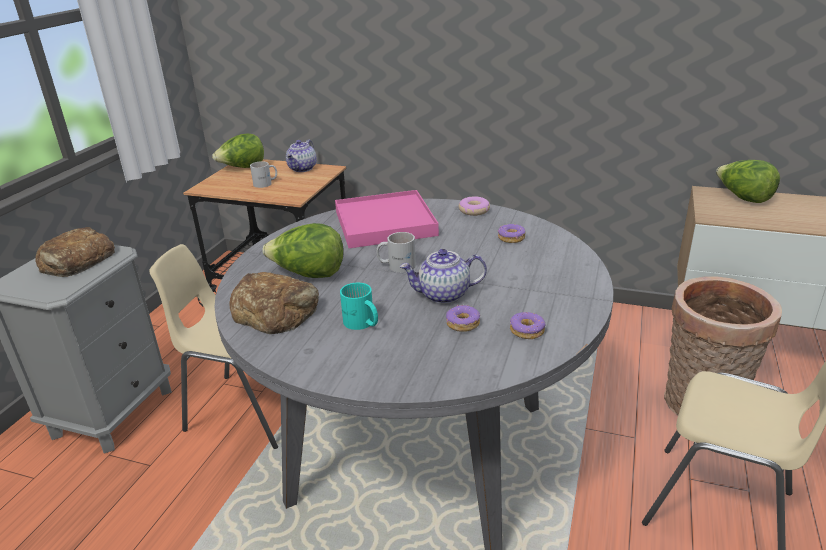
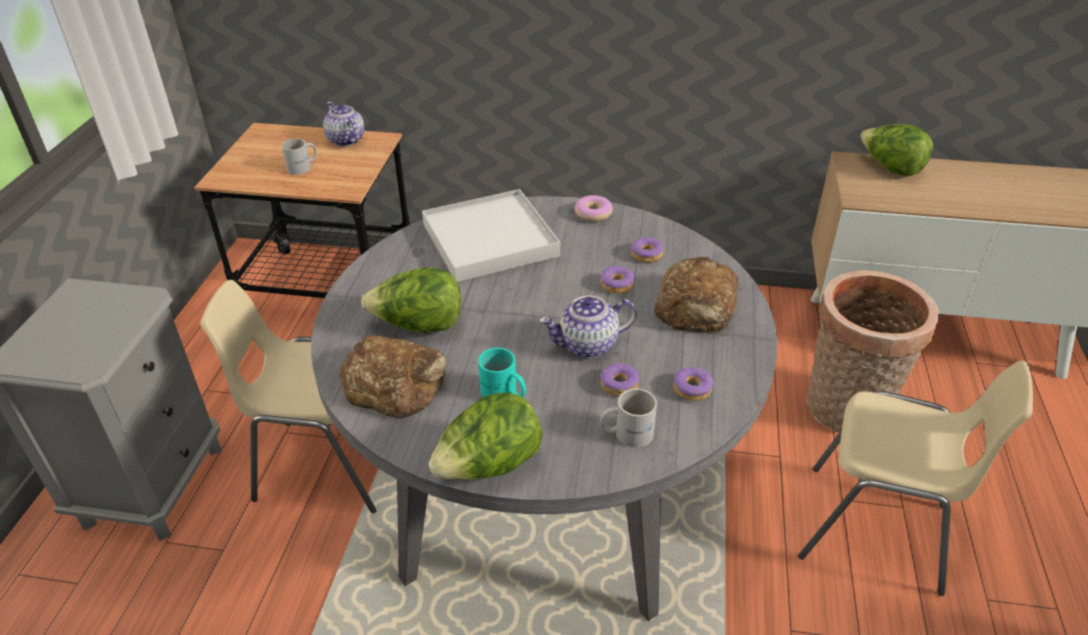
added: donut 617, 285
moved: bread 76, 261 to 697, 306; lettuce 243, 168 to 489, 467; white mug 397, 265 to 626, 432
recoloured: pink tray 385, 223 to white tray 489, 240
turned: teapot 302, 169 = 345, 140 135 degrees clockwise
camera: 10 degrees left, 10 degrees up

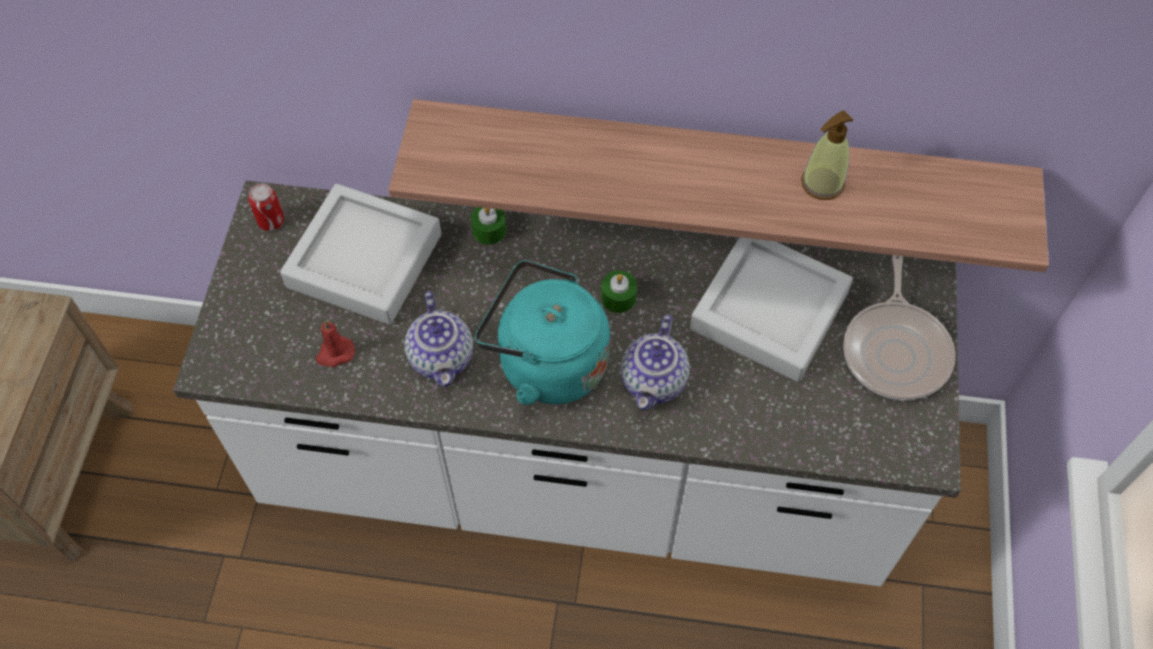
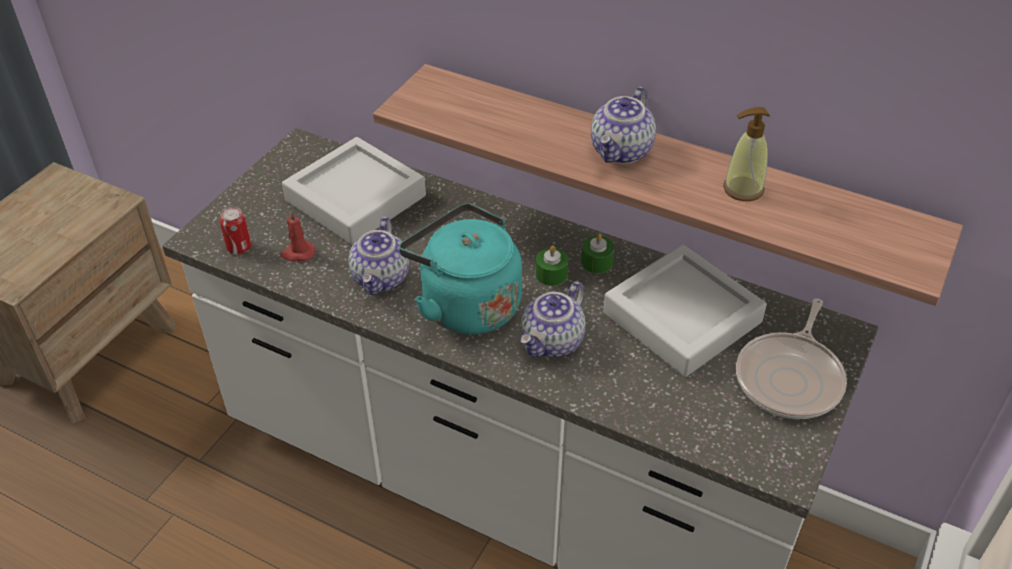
added: teapot 622, 151
moved: can 271, 221 to 239, 247; green candle 489, 230 to 596, 262
camera: 20 degrees right, 15 degrees down

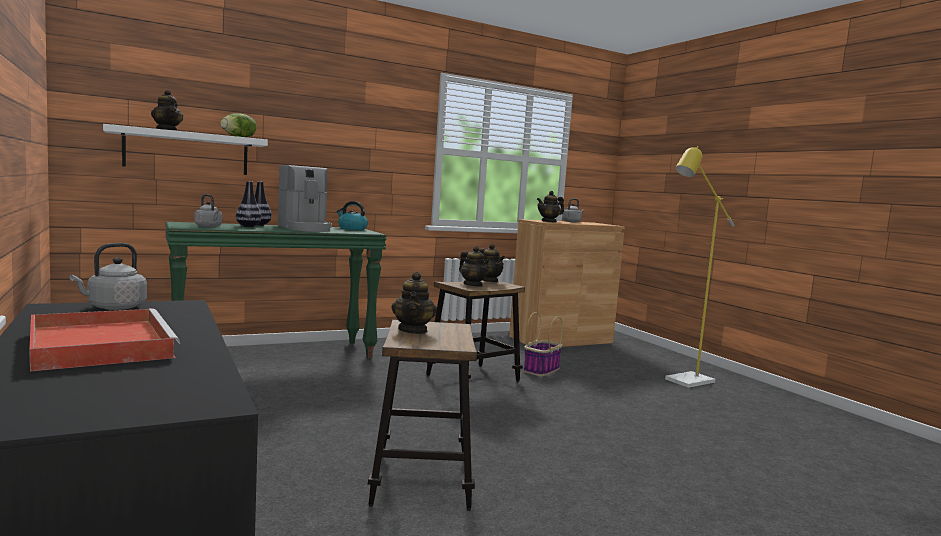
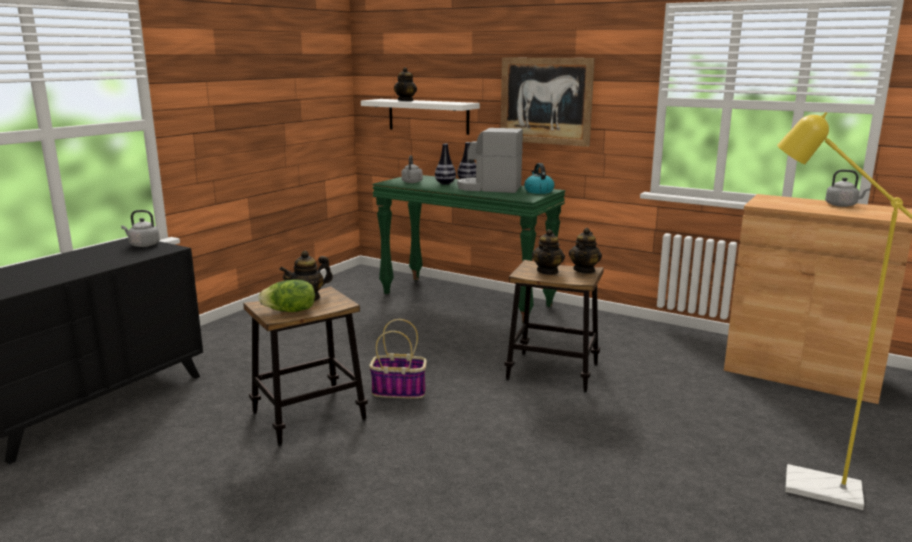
removed: red tray 99, 344; teapot 549, 221
added: picture 545, 101
moved: lettuce 239, 137 to 290, 311; basket 541, 370 to 400, 391
turned: coffee machine 305, 228 = 489, 188 75 degrees clockwise
camera: 60 degrees right, 10 degrees up

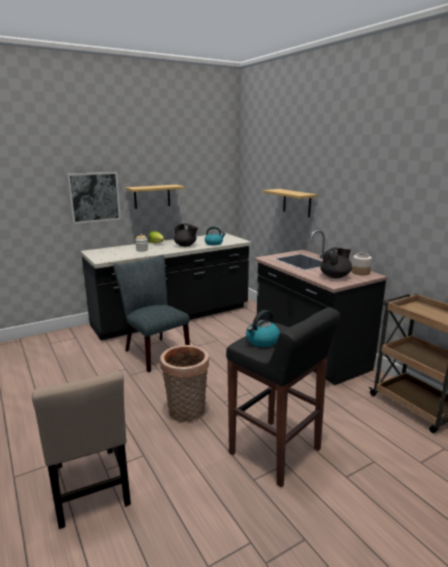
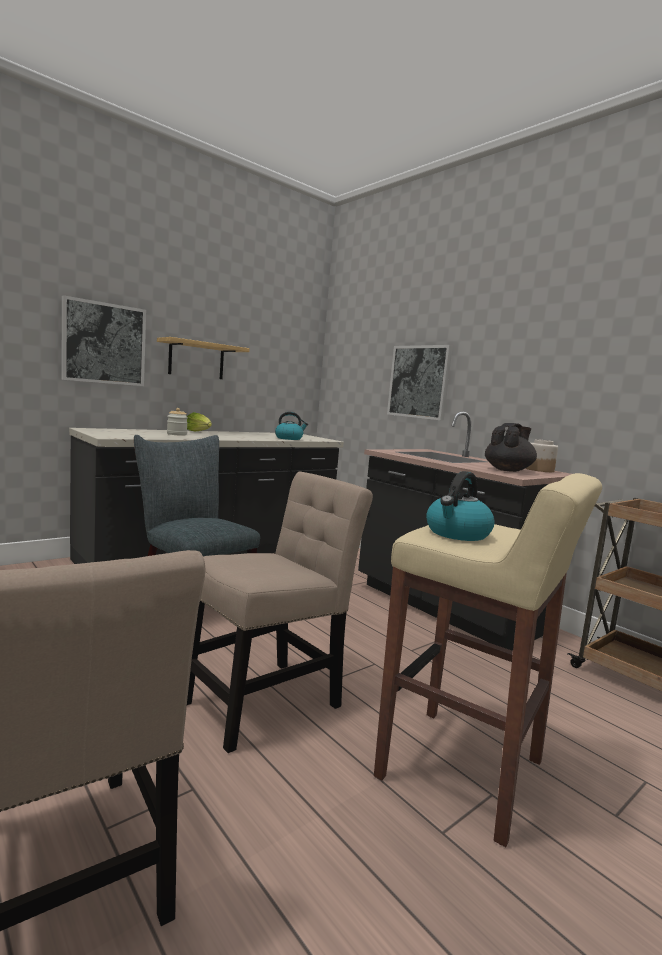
removed: black teapot 185, 246
replaced: basket 186, 413 to beige chair 268, 700; shelf 297, 203 to picture 419, 382
recoloured: black stool 276, 452 to beige stool 463, 771
camera: 10 degrees left, 10 degrees down

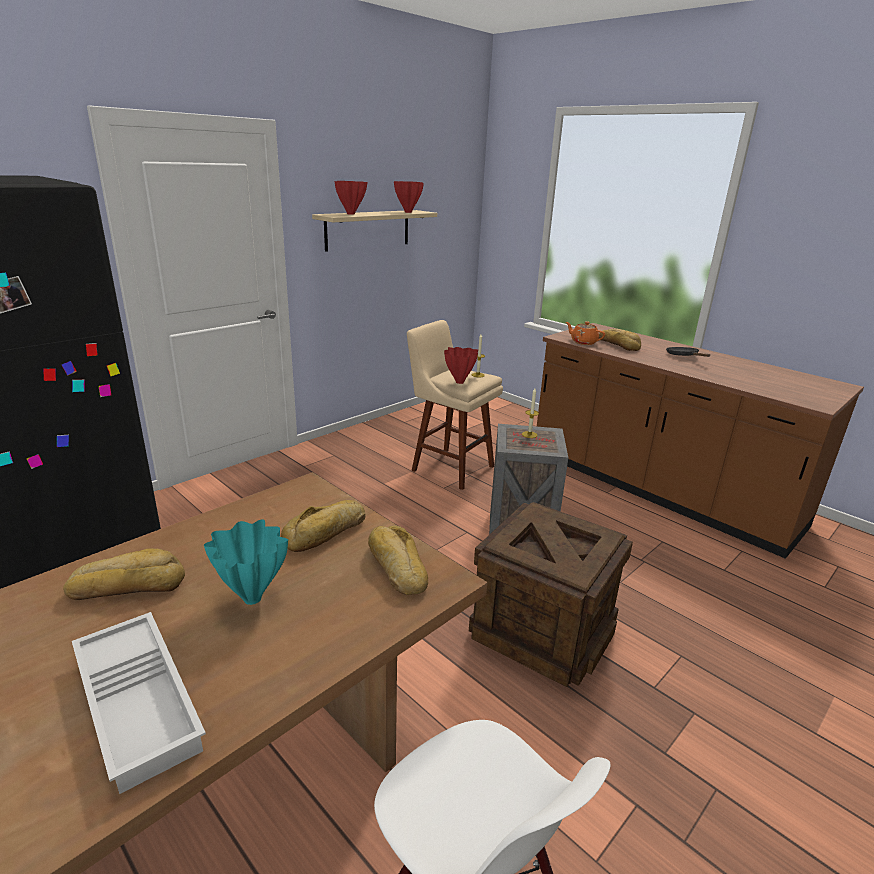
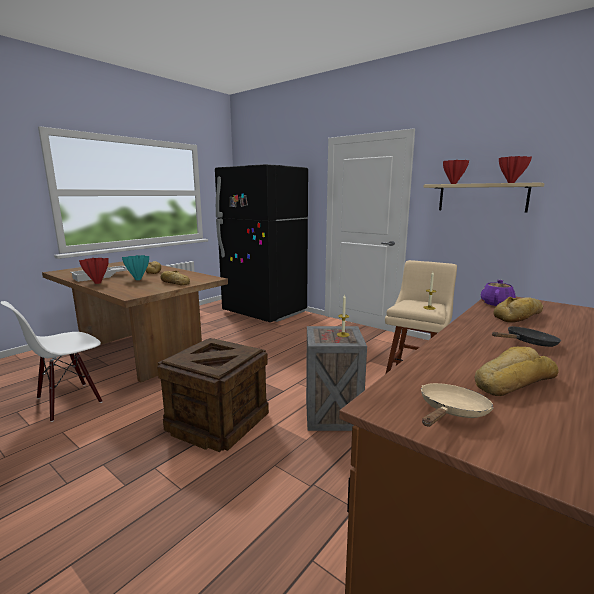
added: beige frying pan 451, 412
moved: bread 396, 567 to 512, 381; red vase 459, 382 to 97, 283
recoloured: orange teapot 583, 342 to purple teapot 496, 303
camera: 85 degrees right, 10 degrees down

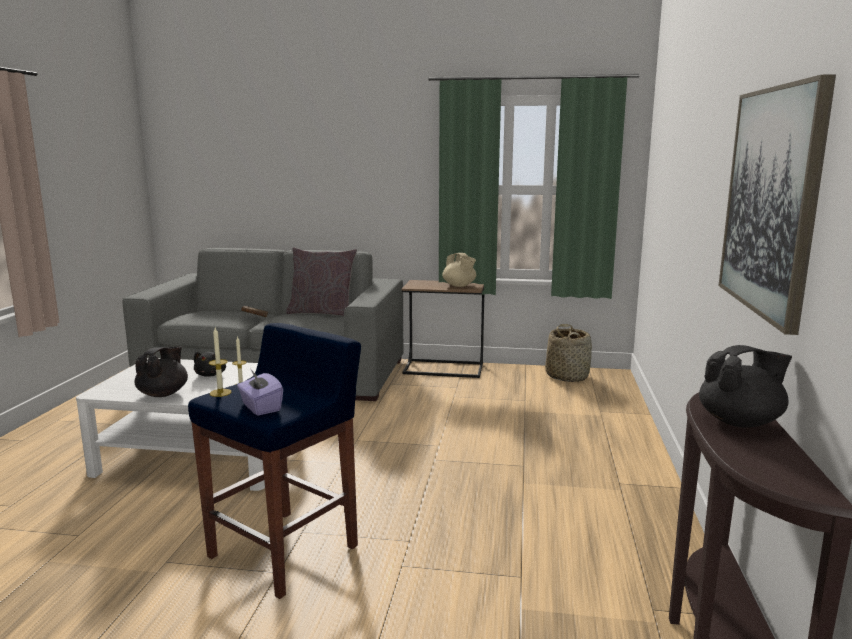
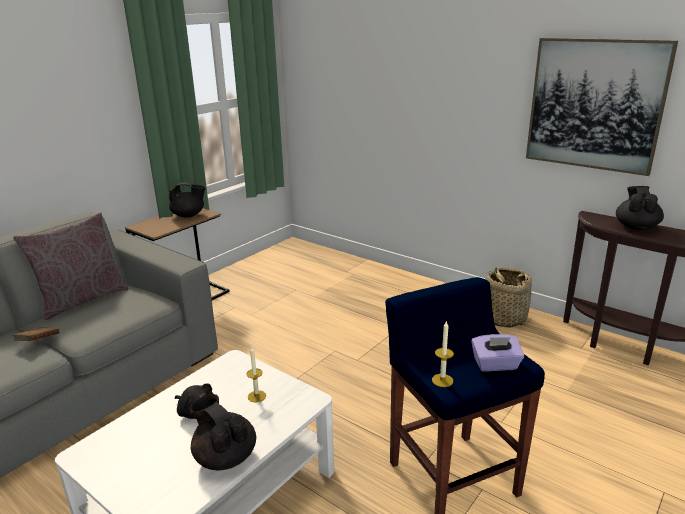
moved: basket 567, 376 to 502, 318
recoloured: beige teapot 459, 286 to black teapot 189, 215
camera: 60 degrees left, 10 degrees up

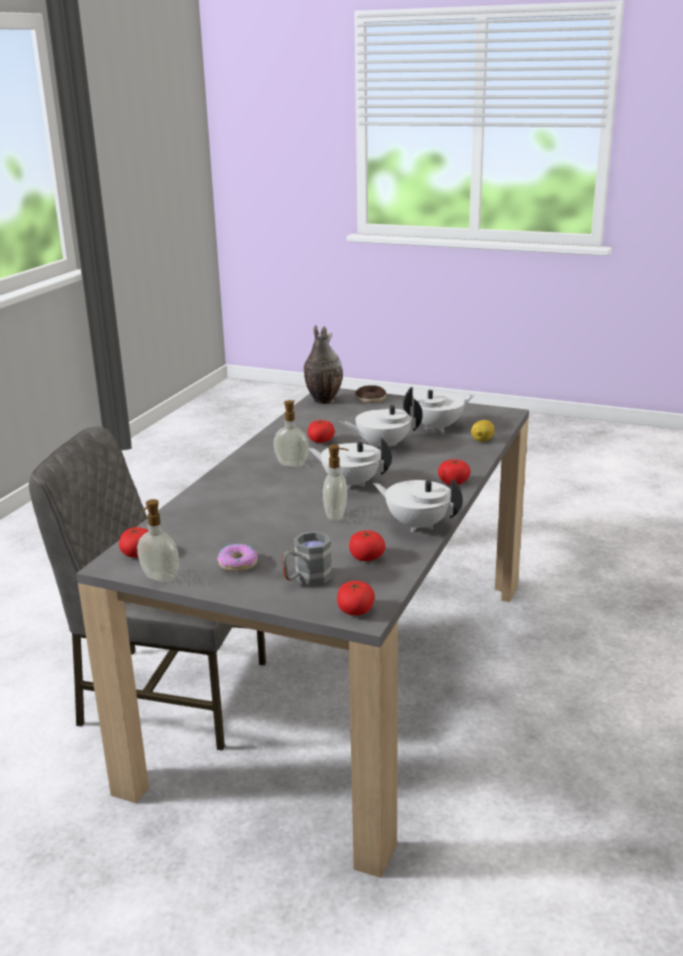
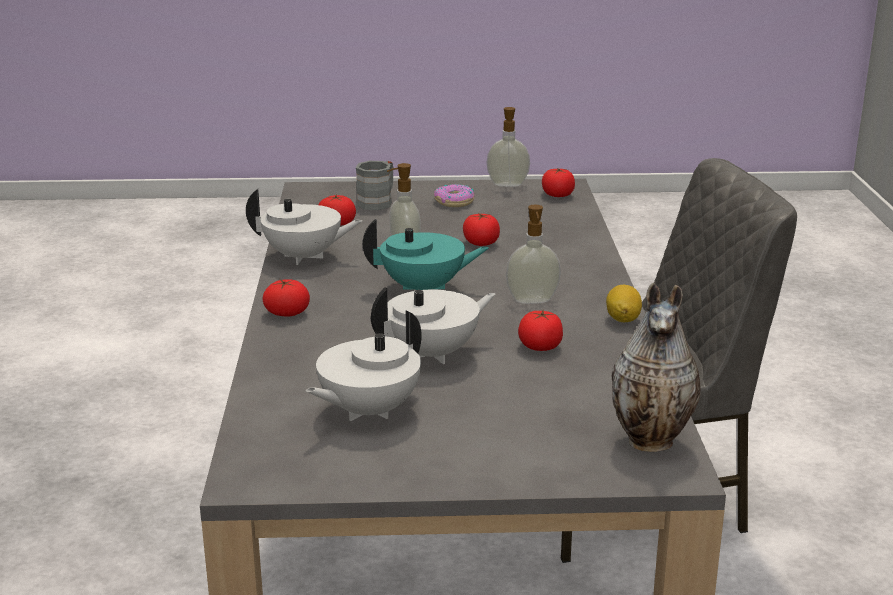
removed: donut 370, 399
moved: tomato 355, 610 to 481, 243; lemon 482, 440 to 623, 319
recoloured: white teapot 351, 483 to turquoise teapot 424, 289
camera: 155 degrees right, 0 degrees up

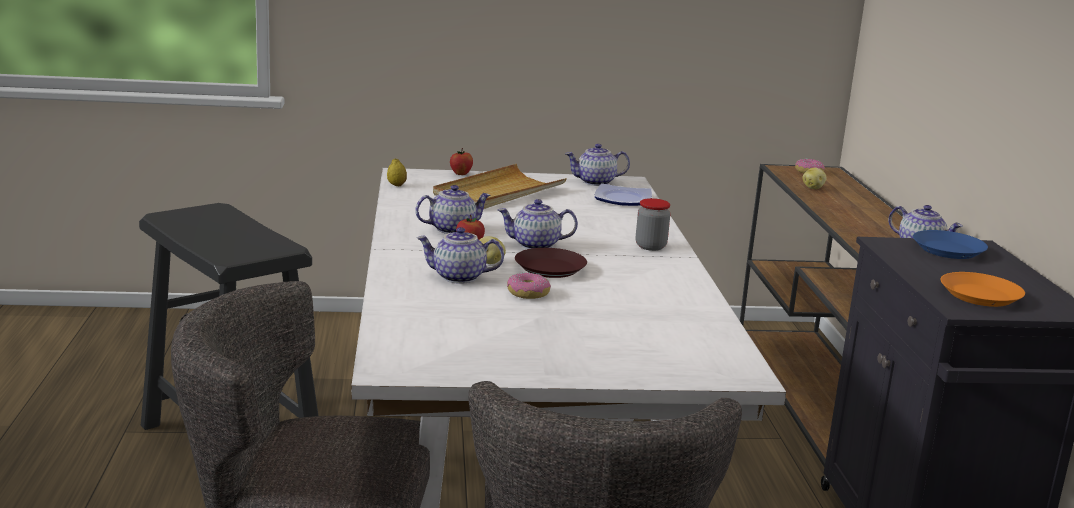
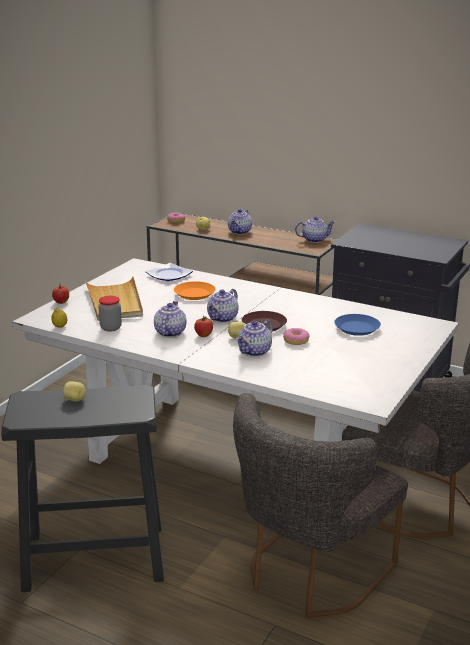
added: potato 74, 400
moved: teapot 595, 182 to 240, 232; jar 650, 246 to 111, 328; blue plate 949, 250 to 357, 328; orange plate 979, 296 to 194, 294
camera: 55 degrees left, 5 degrees up

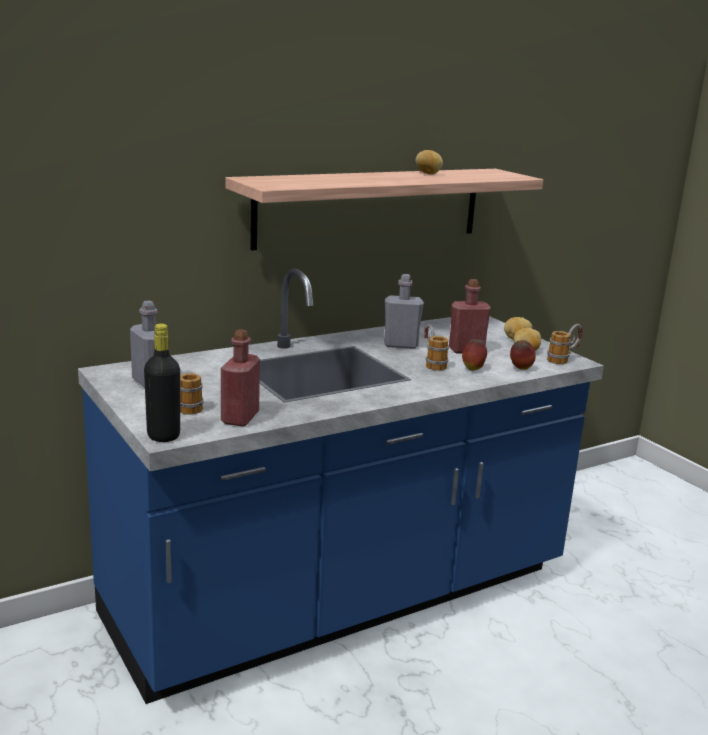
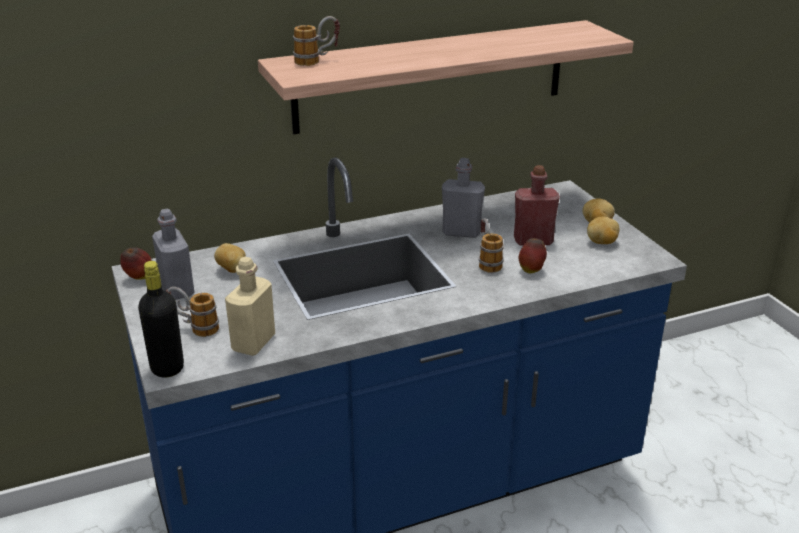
moved: potato 428, 174 to 232, 270; apple 520, 369 to 139, 278; mug 564, 359 to 317, 60
recoloured: red bottle 240, 418 to beige bottle 253, 343
camera: 10 degrees right, 10 degrees up

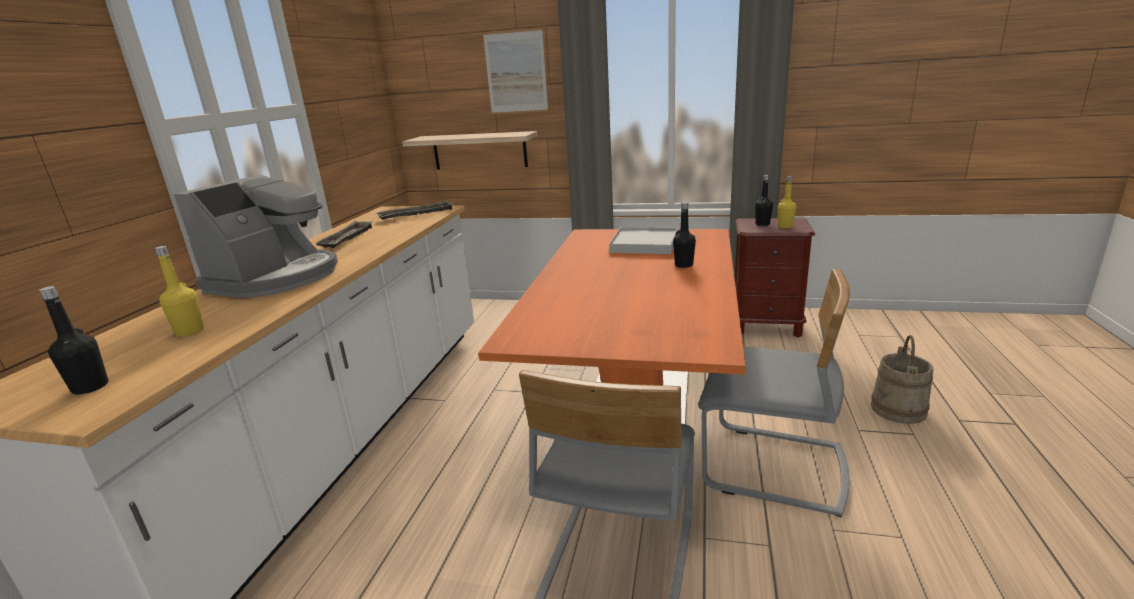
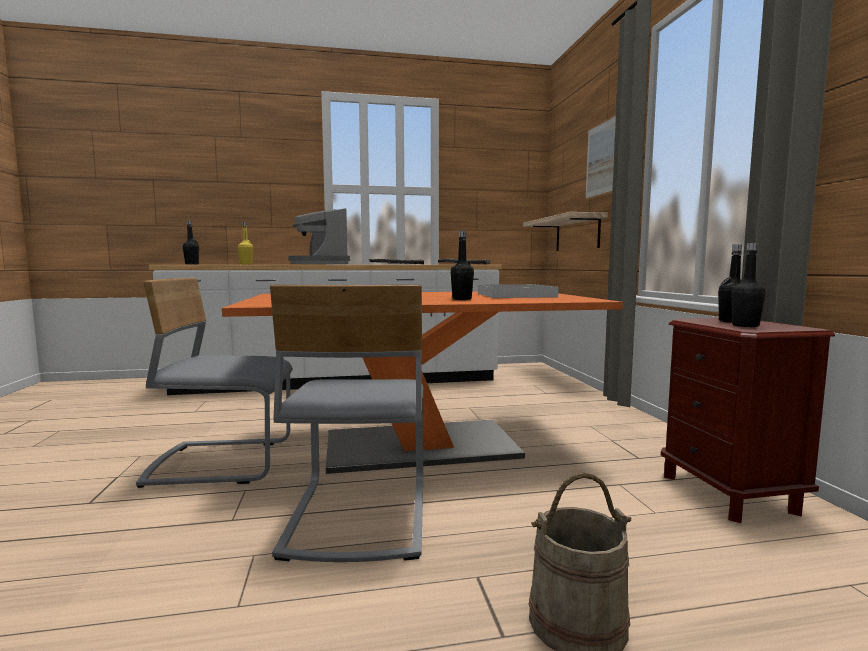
recoloured: yellow bottle 785, 226 to black bottle 745, 325
turned: coffee machine 276, 278 = 320, 264 75 degrees clockwise
camera: 65 degrees right, 15 degrees down

